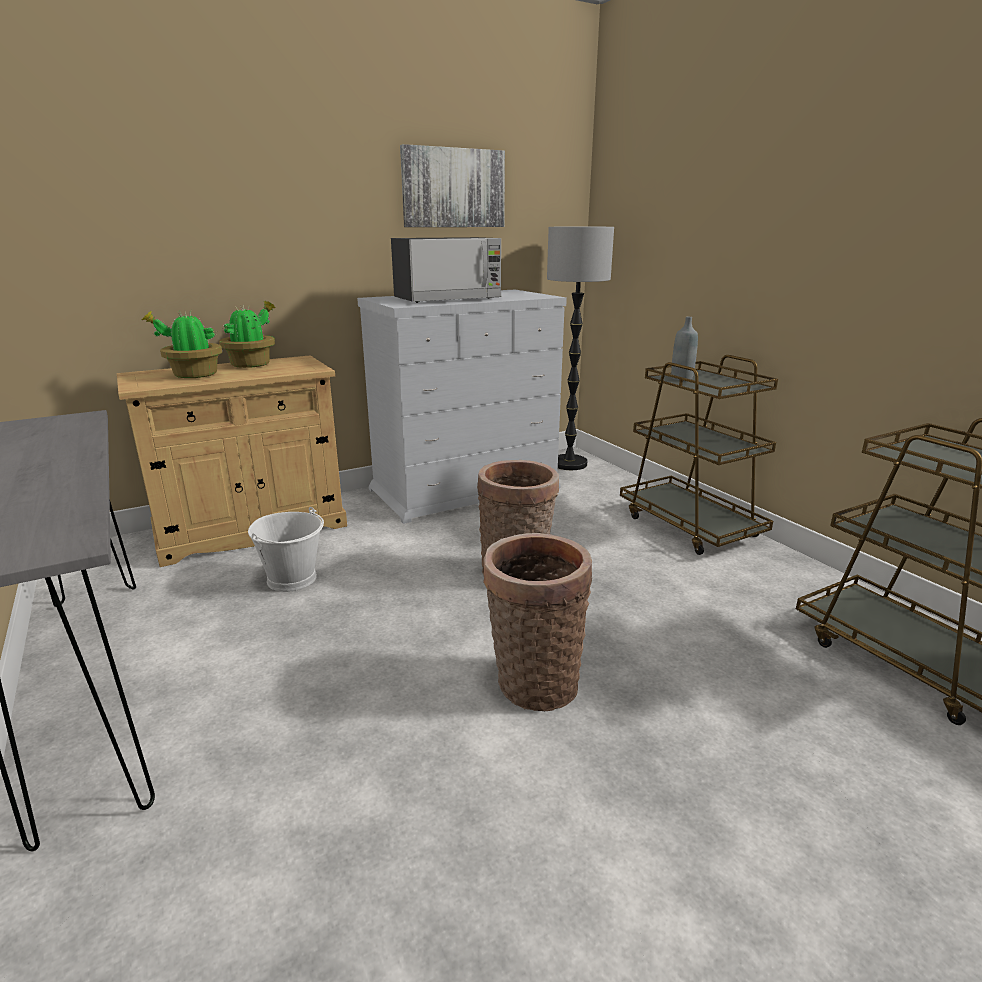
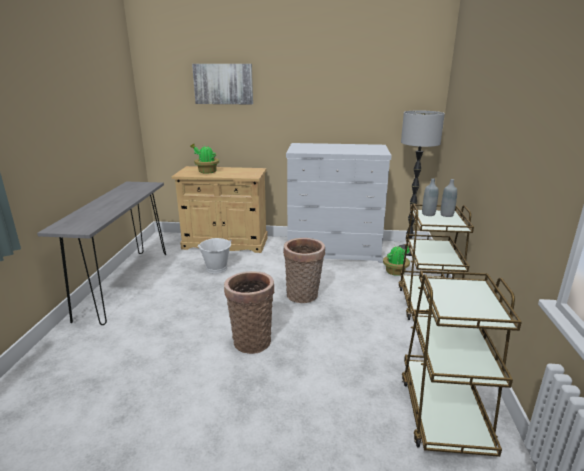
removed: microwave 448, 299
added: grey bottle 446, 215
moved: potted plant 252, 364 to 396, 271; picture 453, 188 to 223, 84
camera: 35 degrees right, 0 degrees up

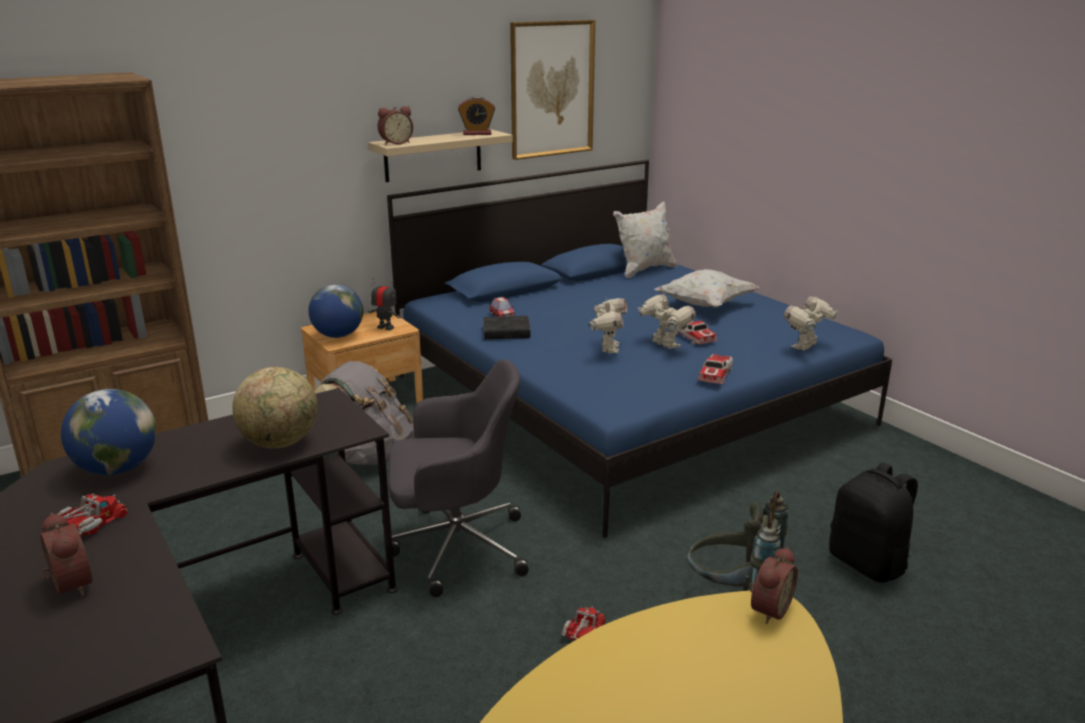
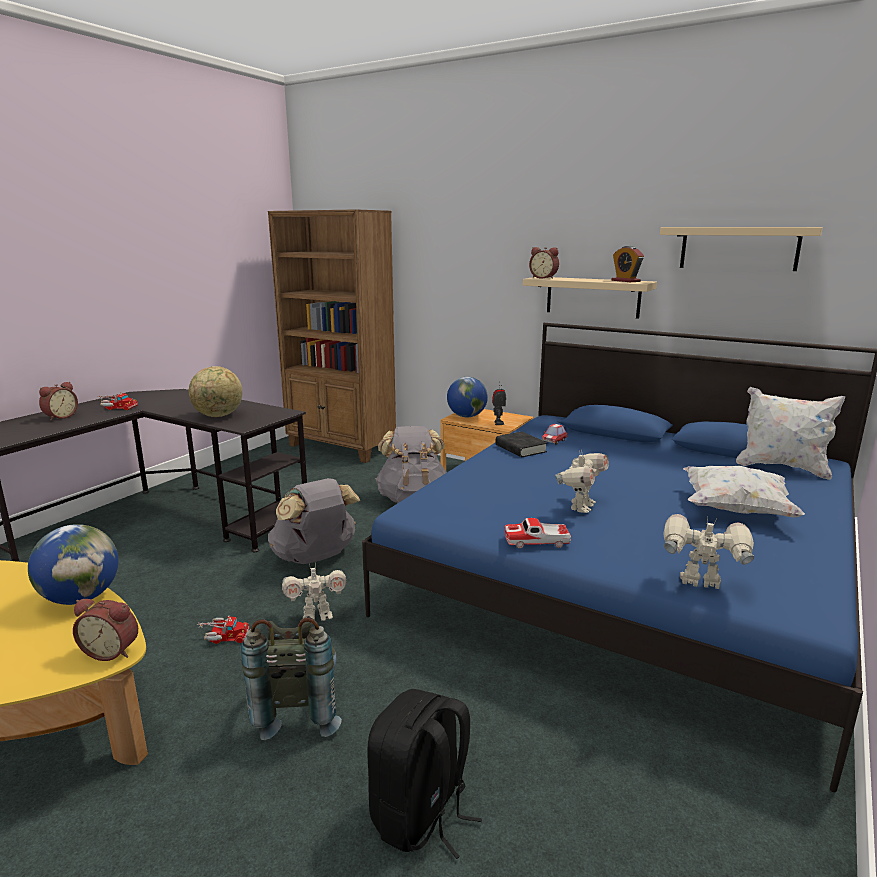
removed: toy car 693, 337
moved: globe 117, 469 to 81, 598; toy robot 608, 348 to 316, 616
replaced: grey office chair 455, 547 to grey backpack 315, 558; picture 551, 89 to beige shelf 738, 248
camera: 65 degrees right, 5 degrees down

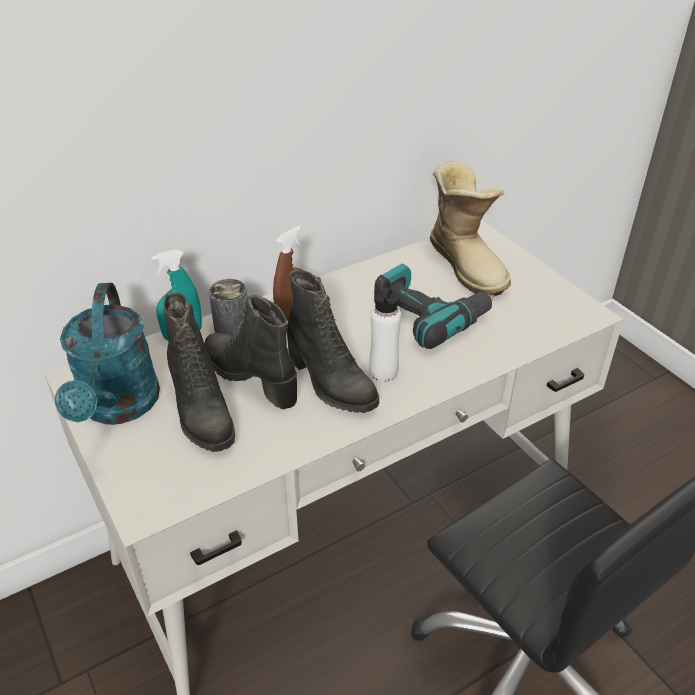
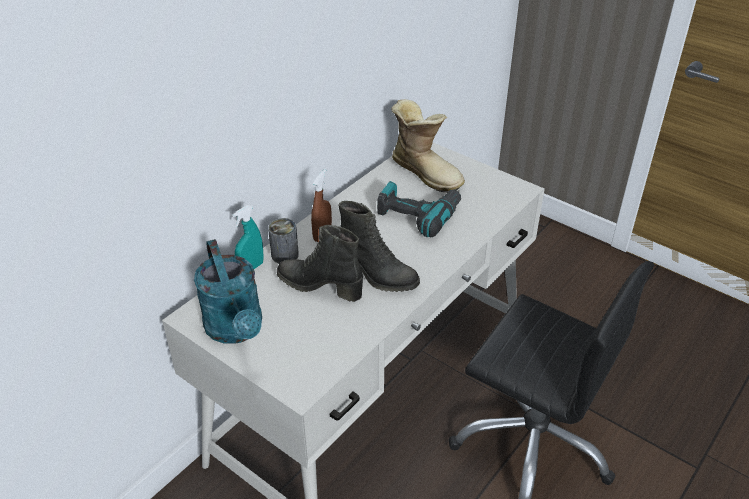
removed: black boot 200, 413; white bottle 383, 372
camera: 20 degrees left, 0 degrees up

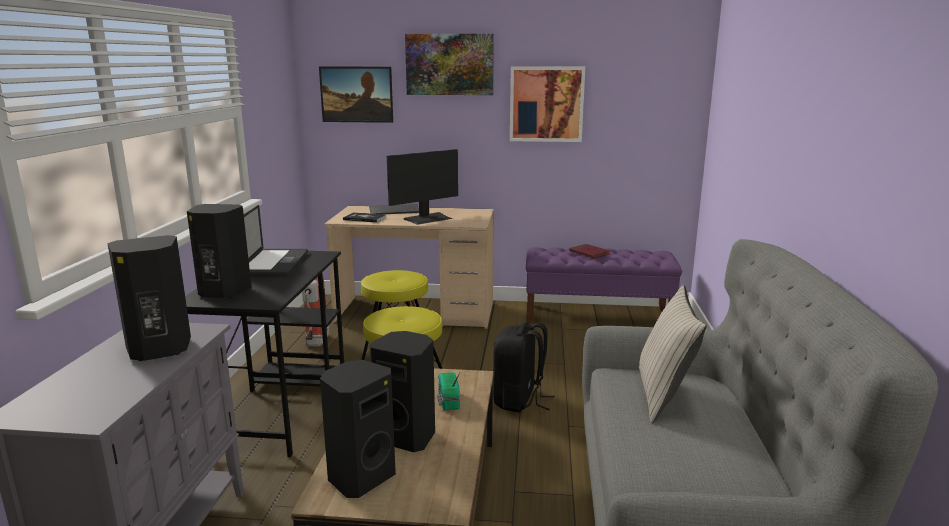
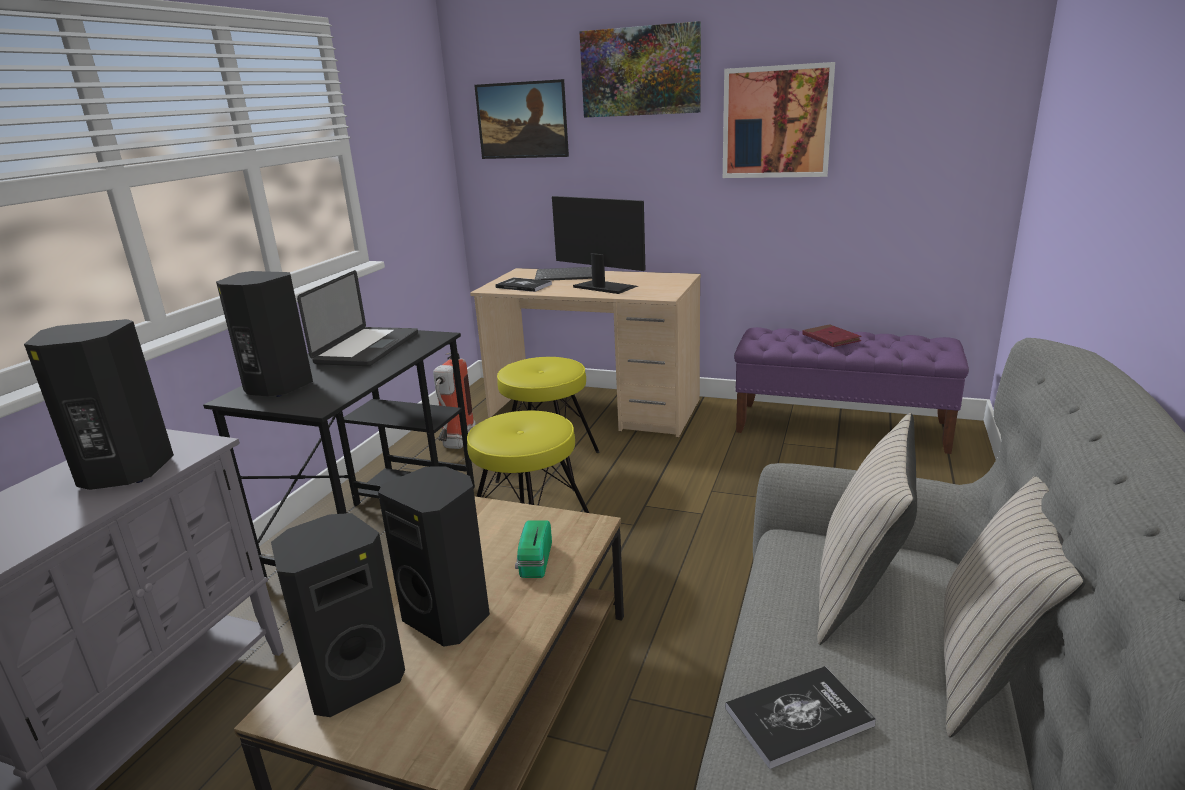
removed: black backpack 519, 400
added: book 798, 717; beige pillow 986, 668
turned: monitor 428, 218 = 604, 287 120 degrees counterclockwise
camera: 15 degrees right, 5 degrees up

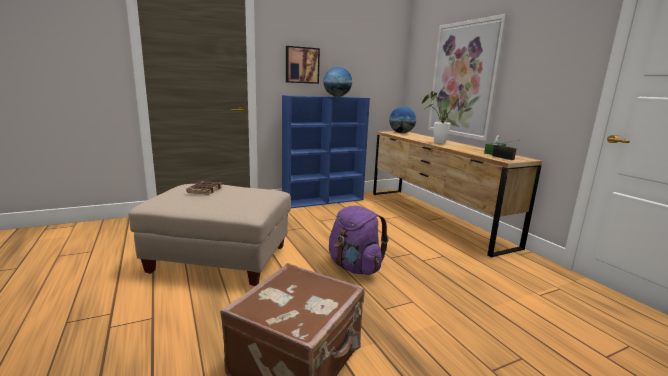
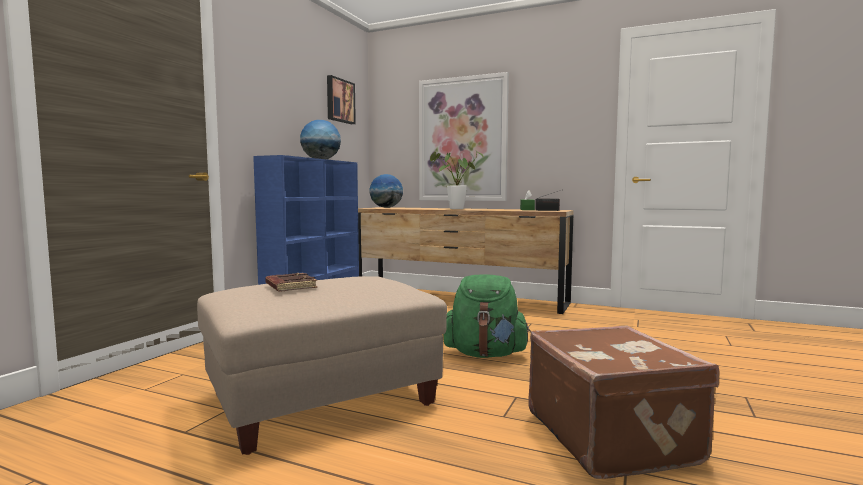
moved: picture 302, 65 to 339, 101
recoloured: purple backpack 354, 267 to green backpack 485, 354
camera: 40 degrees left, 10 degrees down

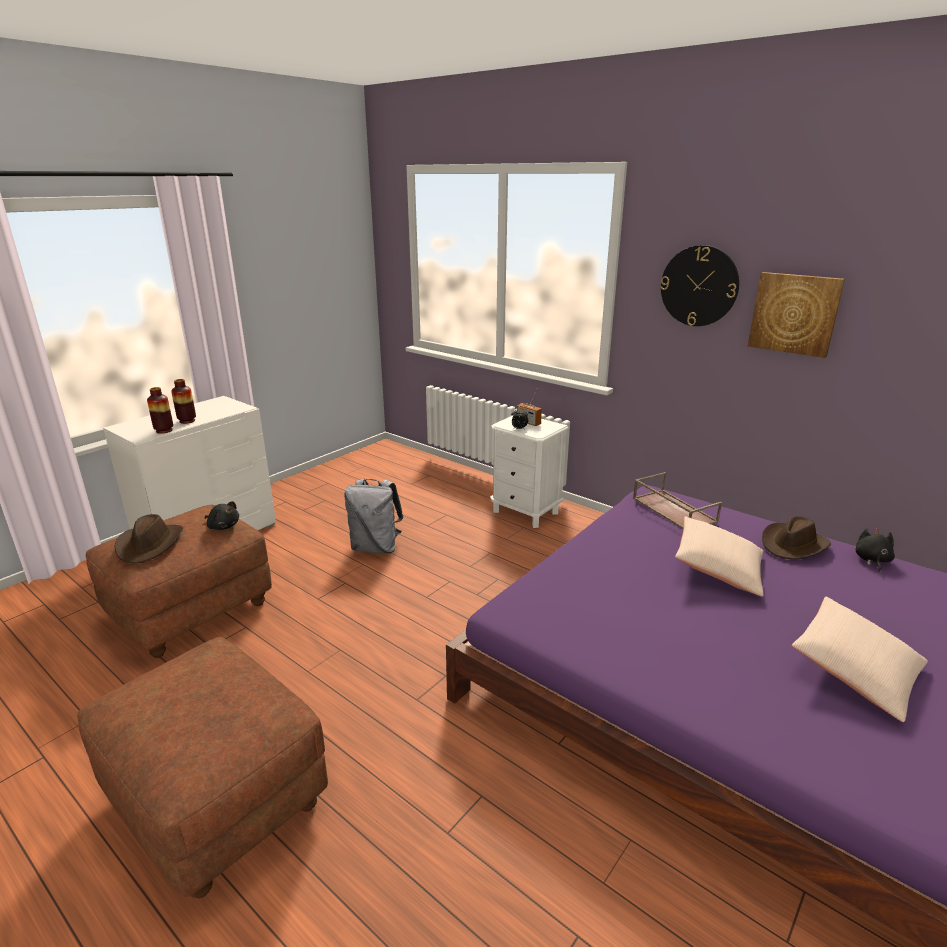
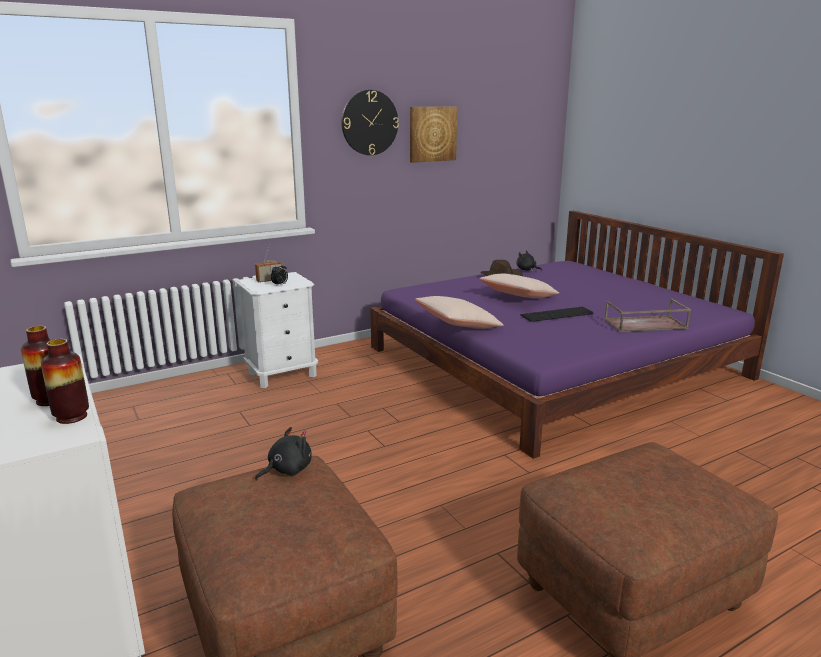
removed: brown hat 150, 544; grey backpack 376, 547
added: keyboard 558, 314
moved: brown tray 672, 510 to 645, 324; beige pillow 855, 671 to 458, 325
camera: 70 degrees left, 5 degrees down

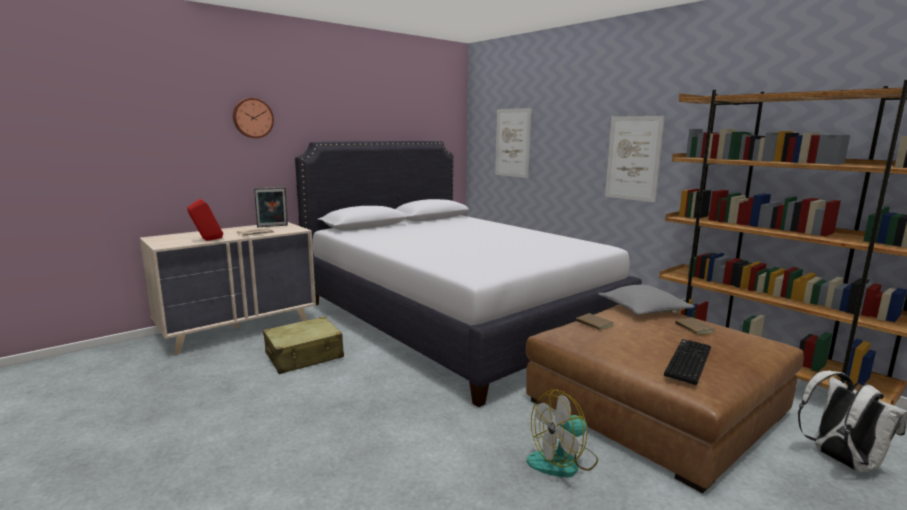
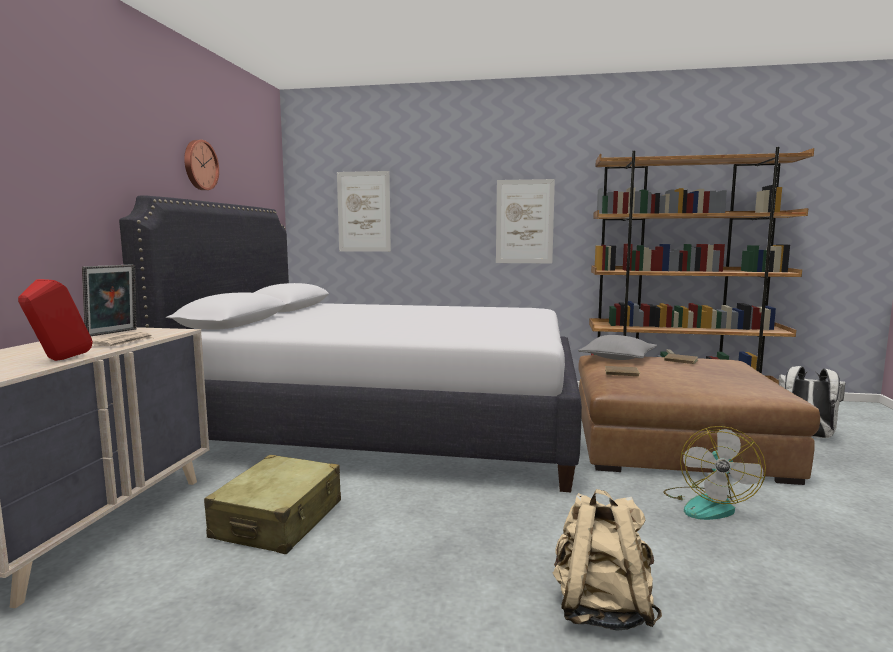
removed: keyboard 686, 361
added: beige backpack 601, 610
moved: wall clock 252, 118 to 199, 165
camera: 40 degrees left, 5 degrees down

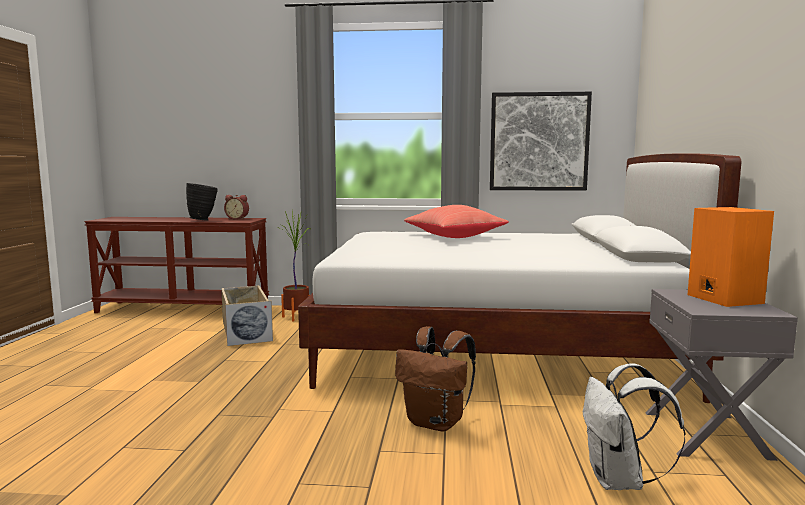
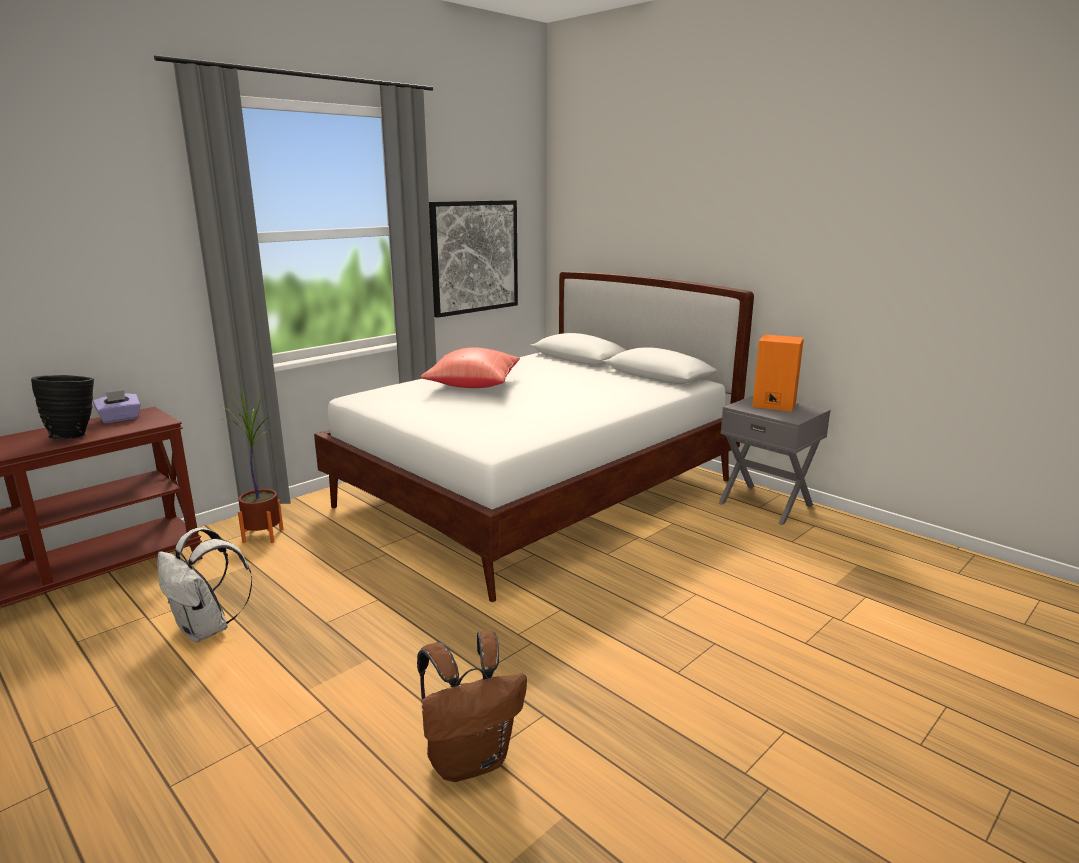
removed: beige storage box 245, 331
moved: brown backpack 436, 423 to 470, 759; white backpack 619, 481 to 207, 629
replaced: alarm clock 237, 218 to purple tissue box 120, 419
camera: 50 degrees left, 10 degrees up

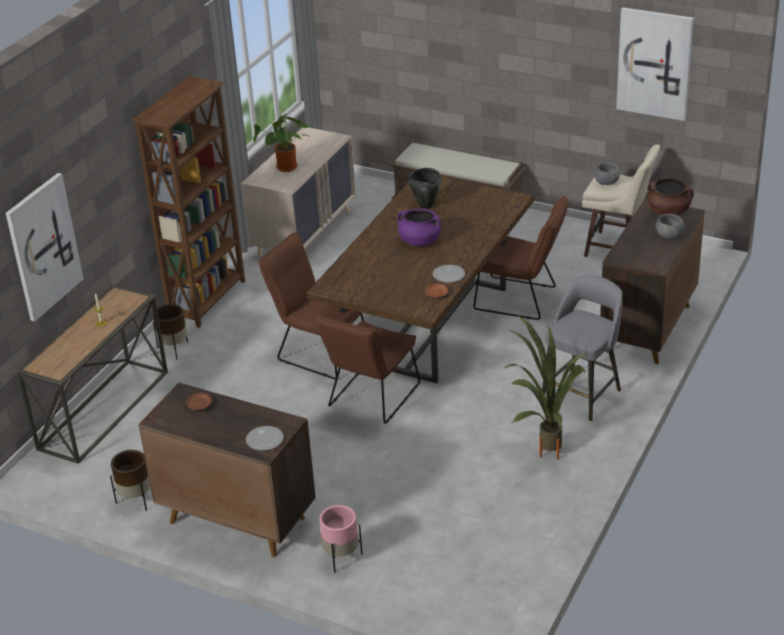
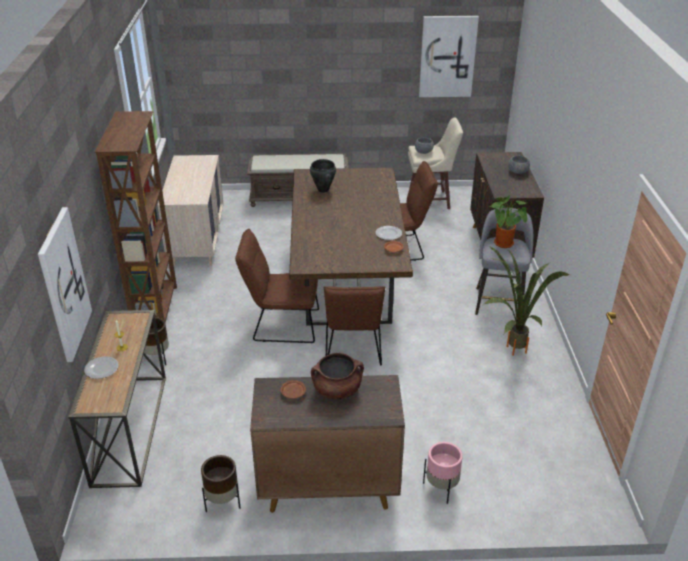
removed: purple cooking pot 419, 241
moved: plate 265, 440 to 102, 368; potted plant 286, 169 to 505, 245; brown cooking pot 668, 211 to 337, 390
camera: 30 degrees left, 0 degrees up

